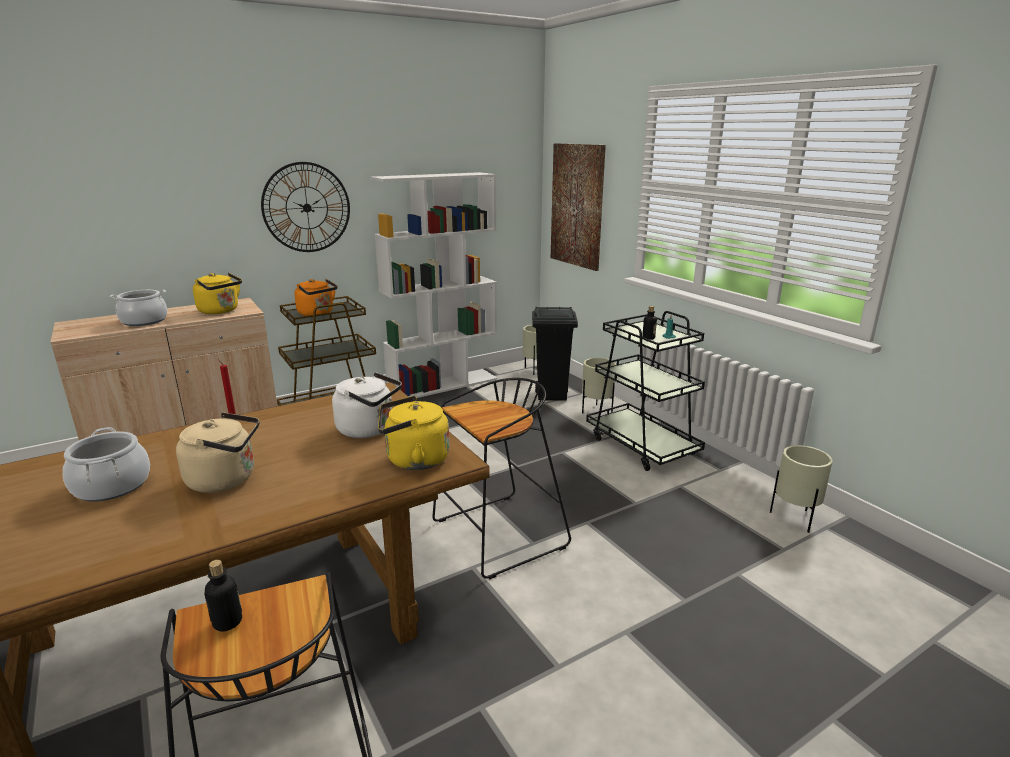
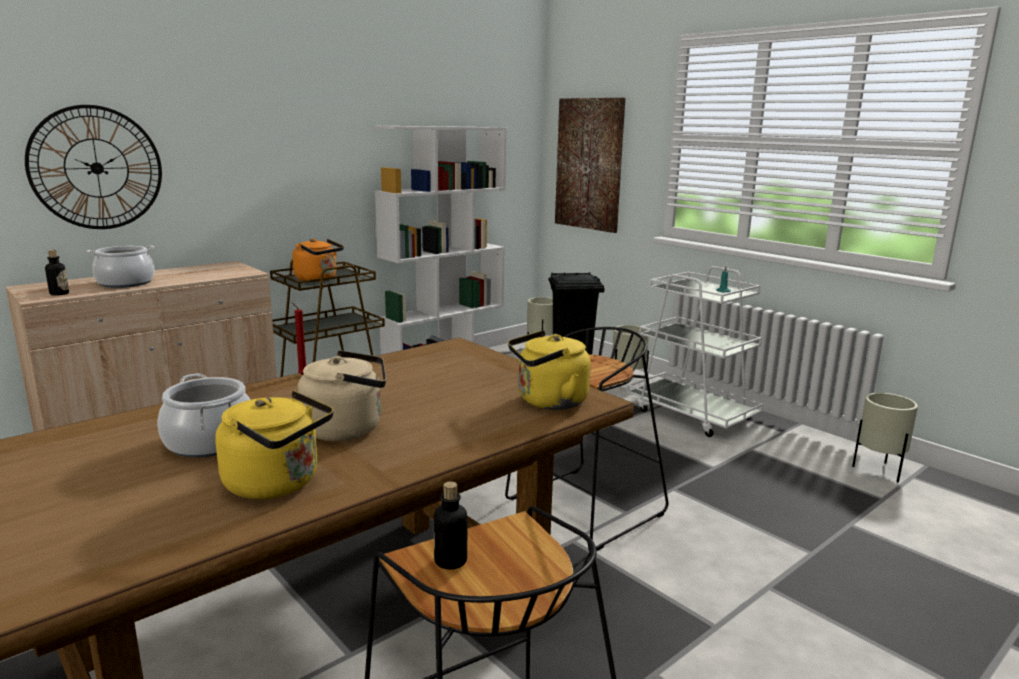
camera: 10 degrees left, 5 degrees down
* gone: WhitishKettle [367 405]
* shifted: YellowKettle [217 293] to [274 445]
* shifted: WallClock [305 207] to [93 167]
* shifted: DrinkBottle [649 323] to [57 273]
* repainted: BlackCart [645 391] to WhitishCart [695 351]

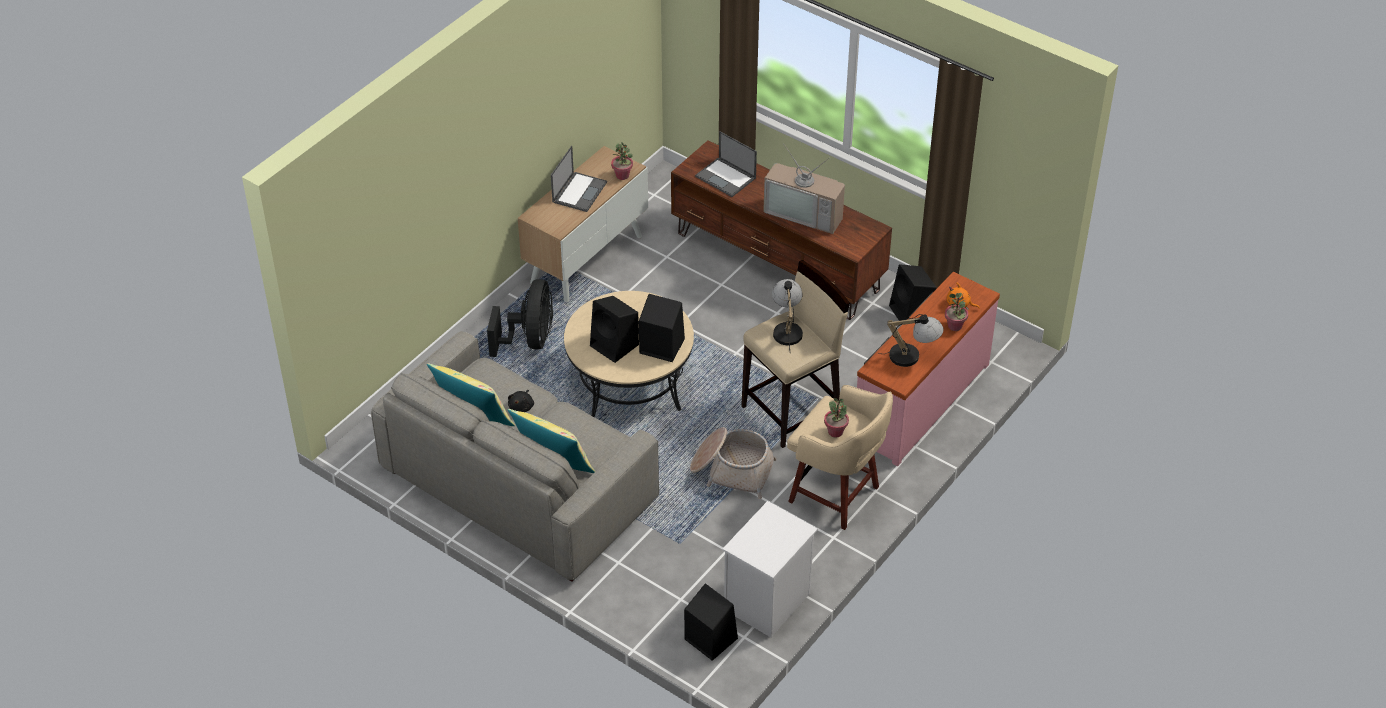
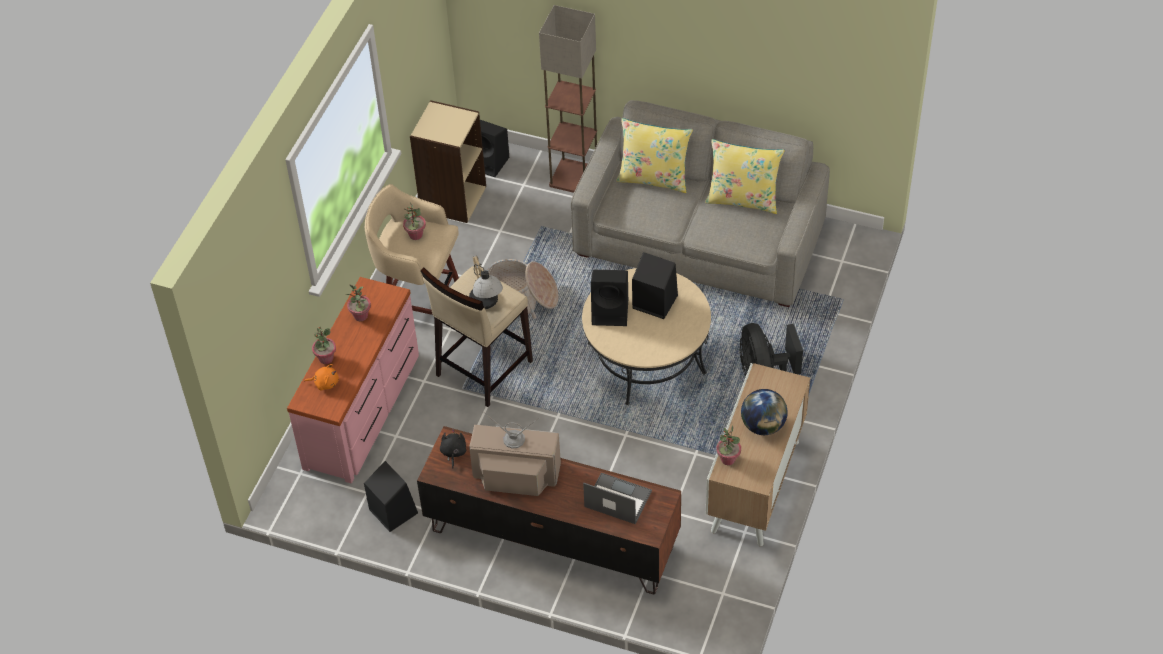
camera: 165 degrees right, 5 degrees up
* new: FloorLamp [568 99]
* shifted: BlackSoftToy [521 401] to [453 449]
* swapped: PortableComputer [579 179] to WorldGlobe [764 412]
* swapped: WhitishNightstand [770 569] to BeigeBookcase [448 161]
* swapped: LampForATable [911 340] to PottedPlant [358 302]

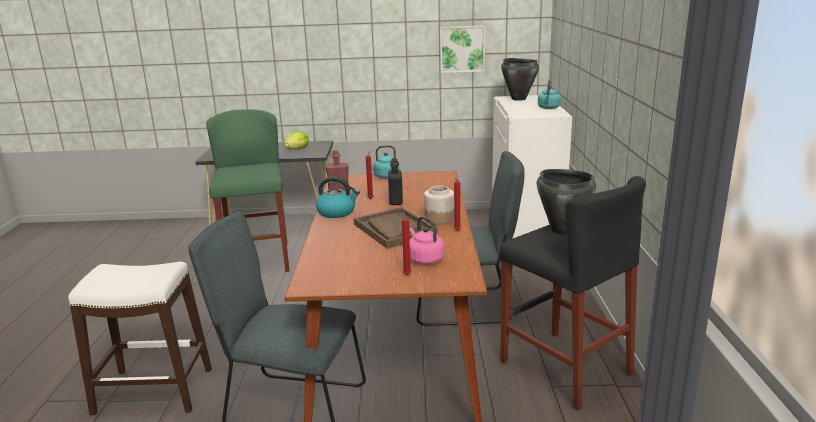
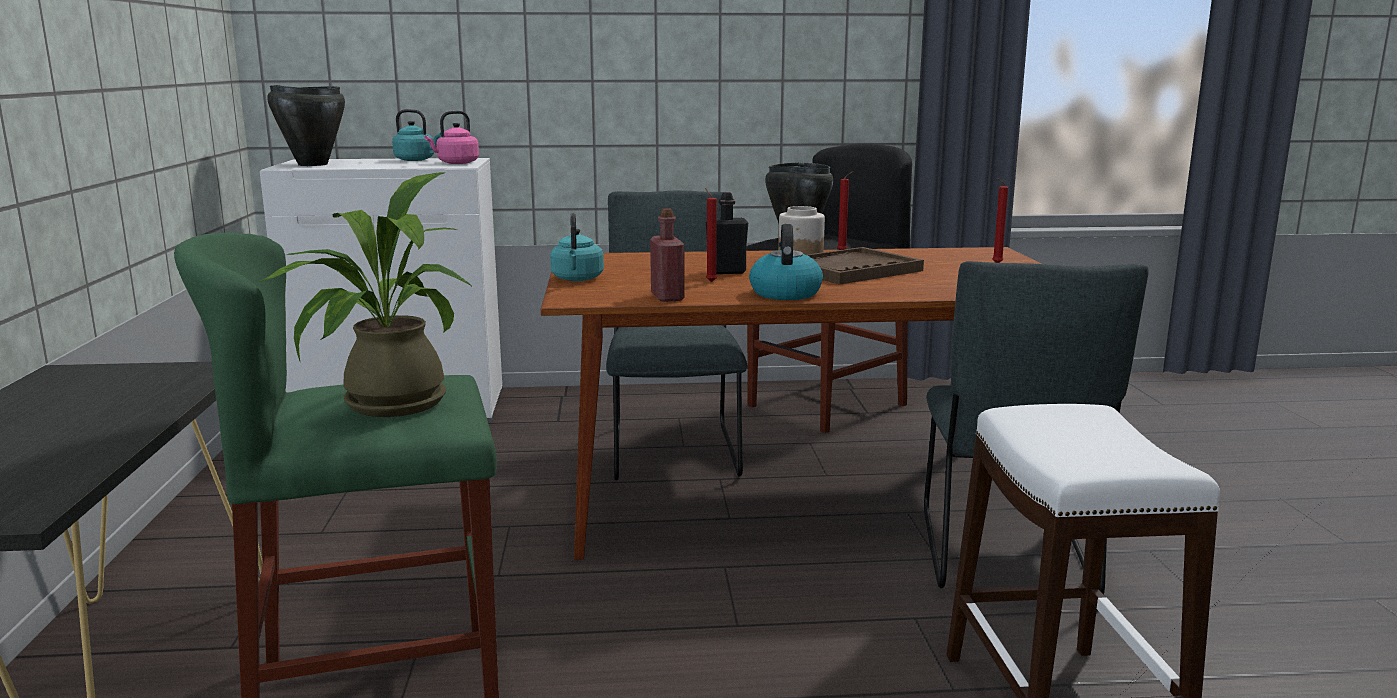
camera: 95 degrees left, 5 degrees down
* gone: HeadOfLettuce [297 140]
* gone: Picture [462 49]
* new: PottedPlant [365 294]
* shifted: PinkKettle [426 240] to [451 137]

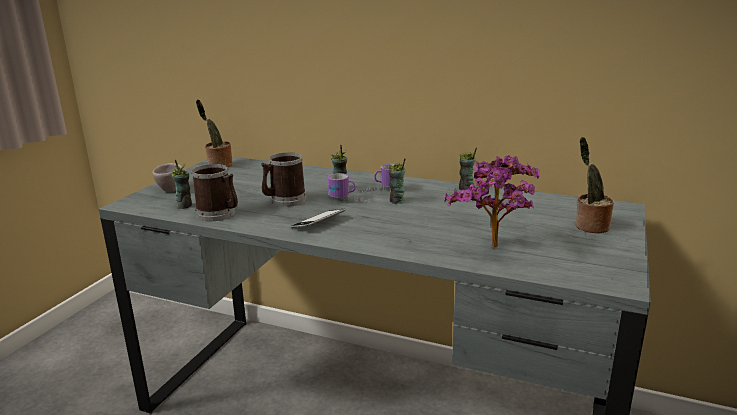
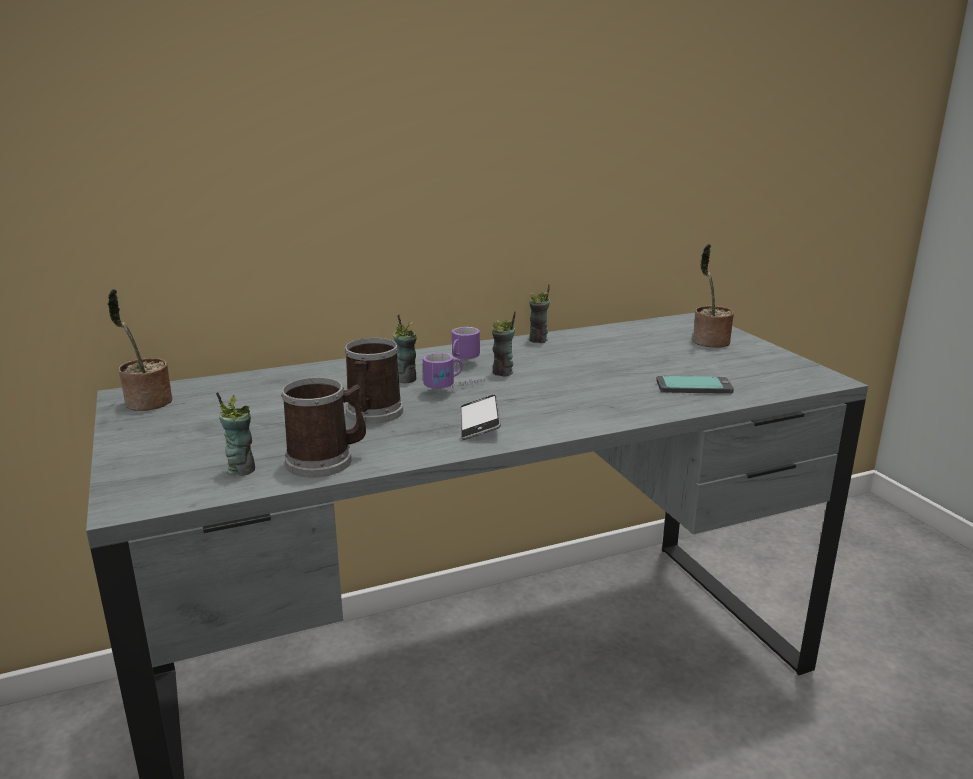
camera: 45 degrees left, 0 degrees up
* gone: BeigeSmallCup [167 177]
* swapped: PottedPlant [492 201] to Phone [695 385]

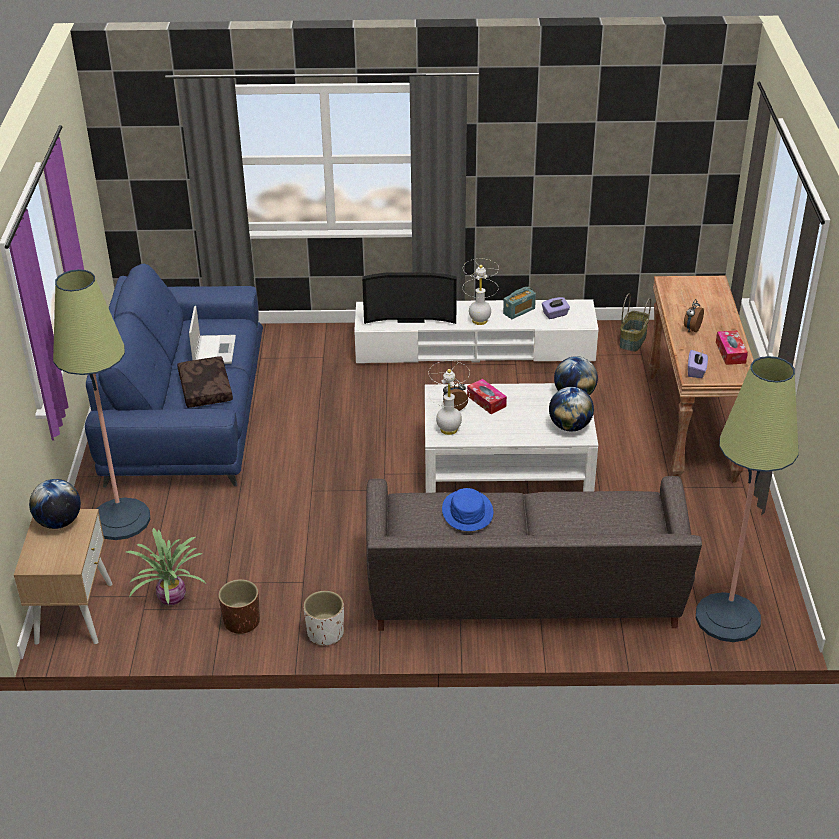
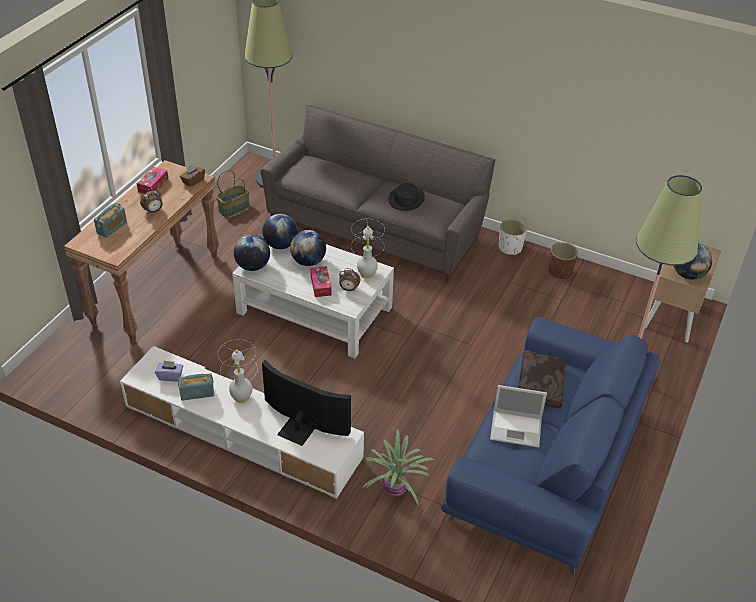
camera: 155 degrees left, 5 degrees up
* new: RadioSet [110 220]
* new: WorldGlobe [308 248]
* shifted: PottedPlant [166 566] to [398 467]
* shifted: Basket [635 322] to [233 193]
* repainted: BlueHat [467 509] to BlackHat [406 197]
* repainted: PurplishTissueHolder [698 364] to BrownishTissueHolder [192 175]
* rotated: PortableComputer [212 335] = [518 416] 105 degrees counterclockwise

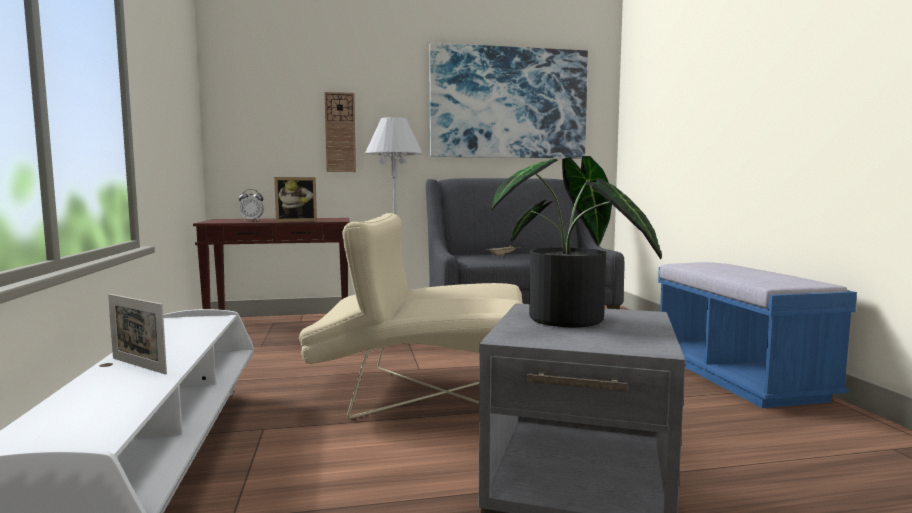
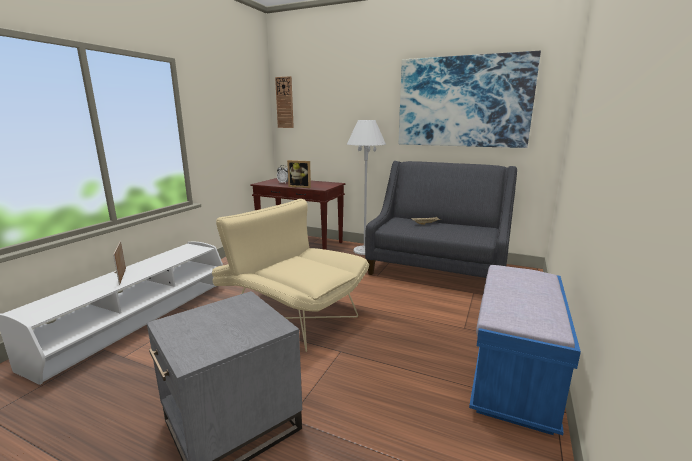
camera: 35 degrees right, 10 degrees up
* gone: PottedPlant [576 241]
* shifted: WallClock [340 132] to [284 102]

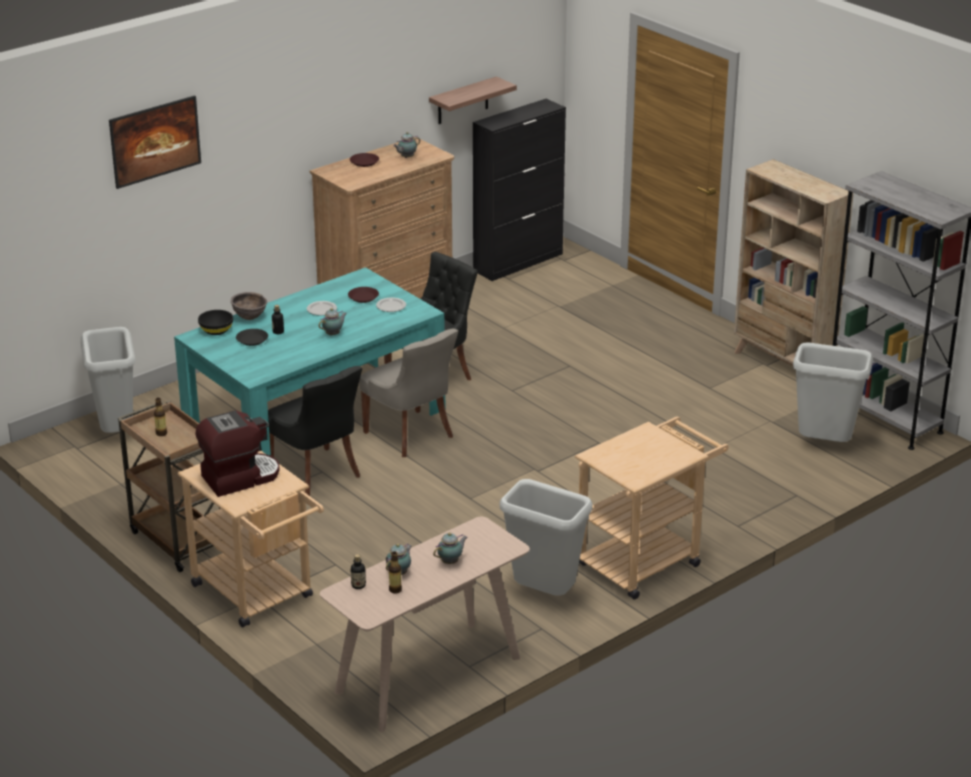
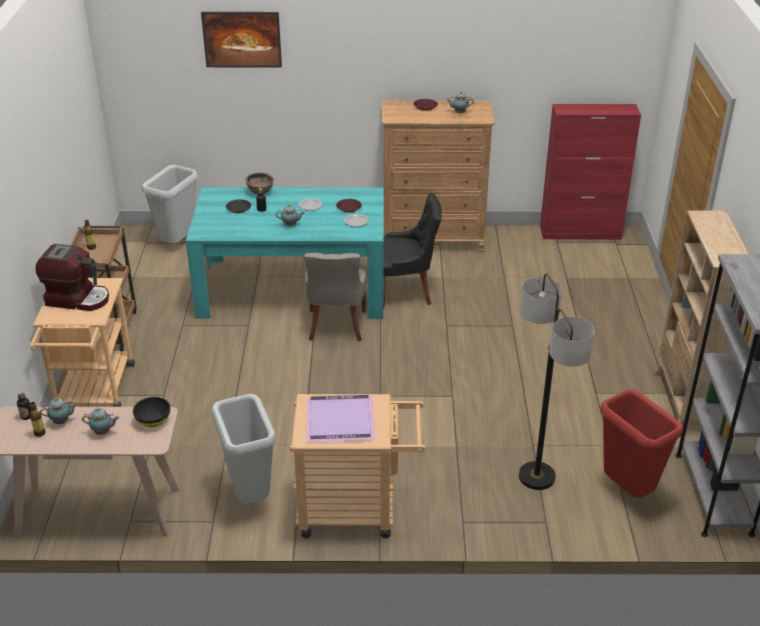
camera: 40 degrees right, 5 degrees up
* gone: BlackUprightChair [315 431]
* gone: BracketShelf [473 100]
* new: PurplishTray [340 418]
* new: FloorLamp [557 381]
* shifted: BlackBowl [215 322] to [151 412]
* repainted: BlackCupboard [519 190] to RedColouredCupboard [590 171]
* repainted: GrayTrashCan [833 392] to RedColouredTrashCan [642 443]

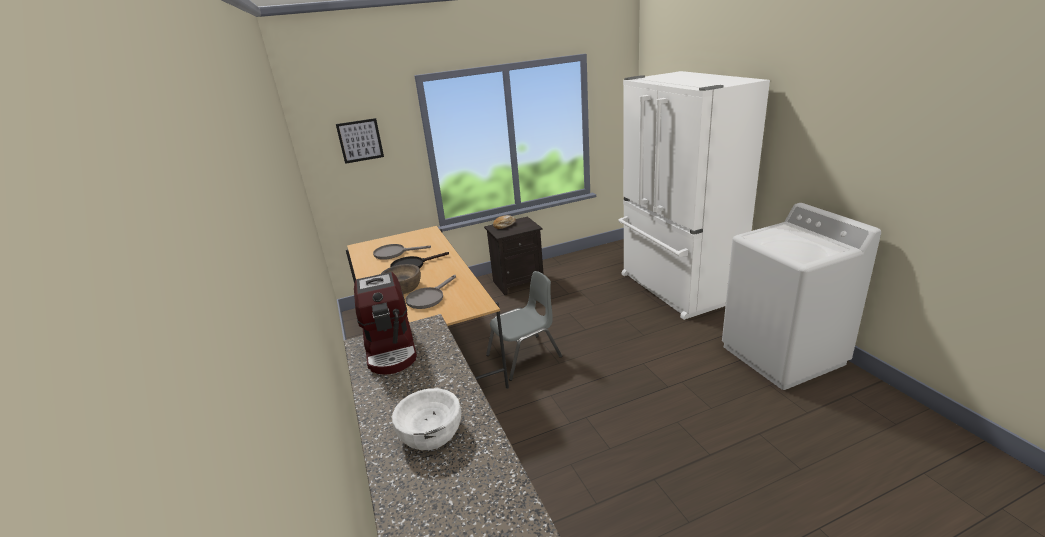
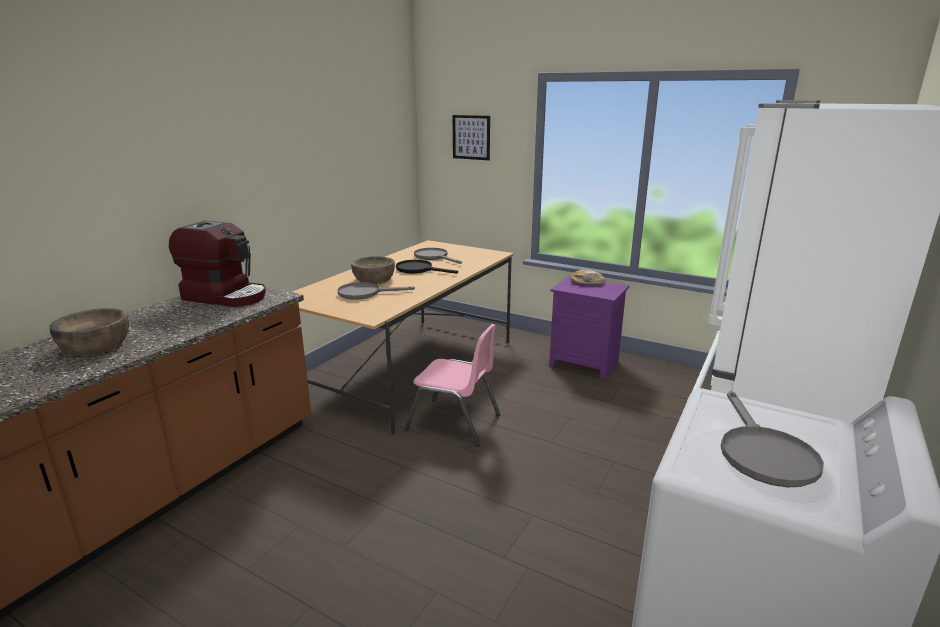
camera: 50 degrees right, 5 degrees down
* new: GraySkillet [772 439]
* repainted: WhitishBowl [426 419] to BrownishBowl [89 332]
* repainted: BlackNightstand [514 256] to PurplishNightstand [589 328]
* repainted: GrayUprightChair [524 326] to PinkUprightChair [453 385]
* rotated: CoffeeMachine [385 323] = [217 264] 105 degrees counterclockwise

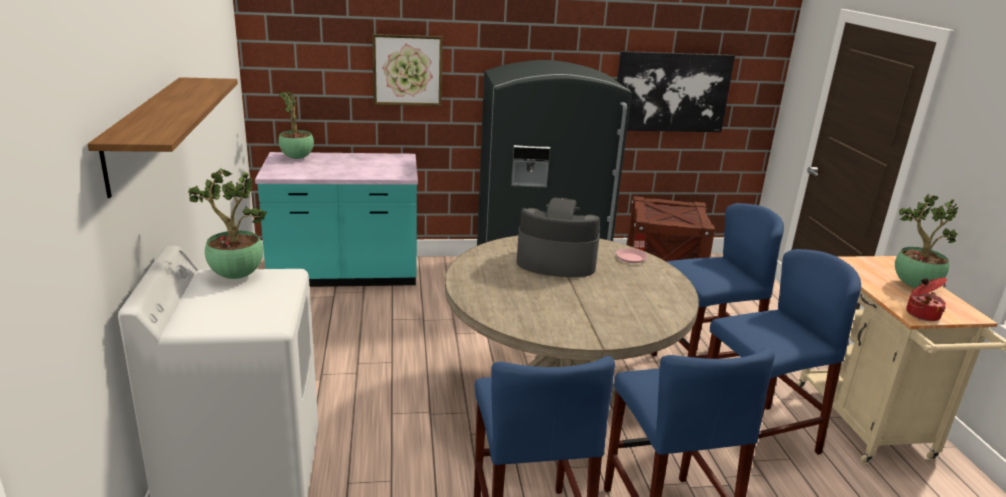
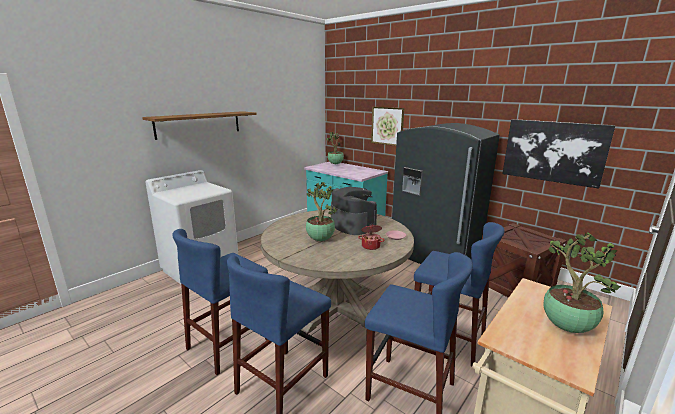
camera: 50 degrees right, 5 degrees down
* shifted: PottedPlant [227 223] to [321 211]
* shifted: Stockpot [926 299] to [371 237]

